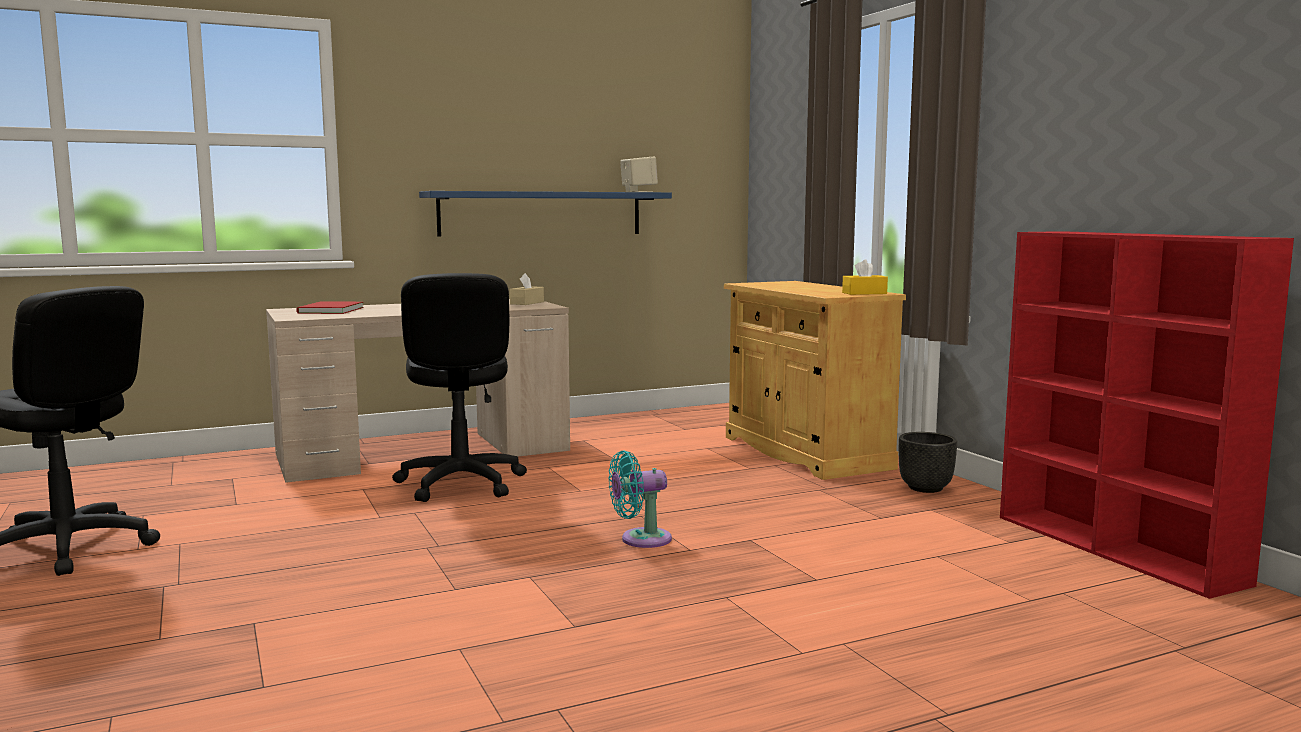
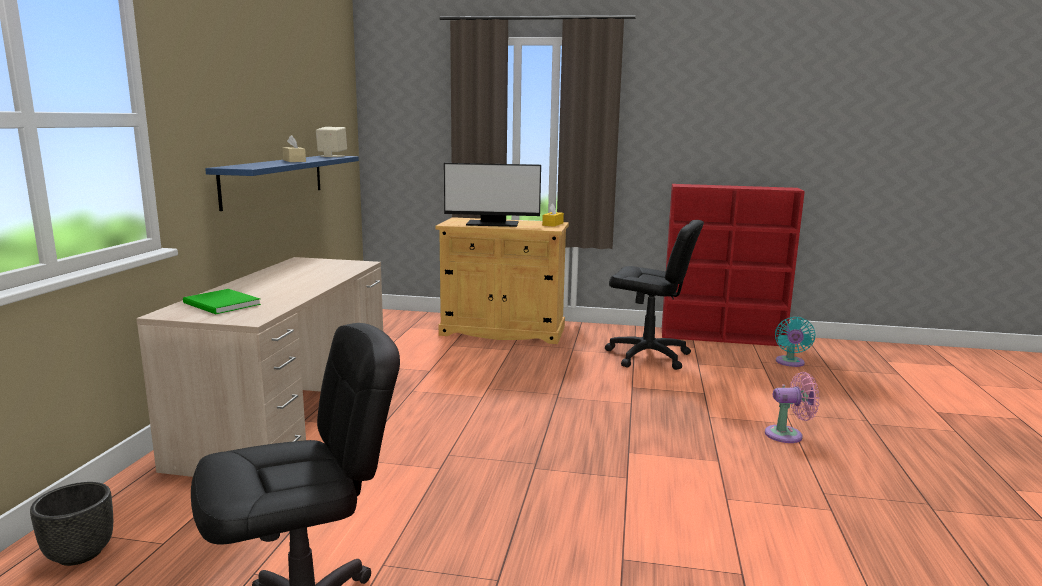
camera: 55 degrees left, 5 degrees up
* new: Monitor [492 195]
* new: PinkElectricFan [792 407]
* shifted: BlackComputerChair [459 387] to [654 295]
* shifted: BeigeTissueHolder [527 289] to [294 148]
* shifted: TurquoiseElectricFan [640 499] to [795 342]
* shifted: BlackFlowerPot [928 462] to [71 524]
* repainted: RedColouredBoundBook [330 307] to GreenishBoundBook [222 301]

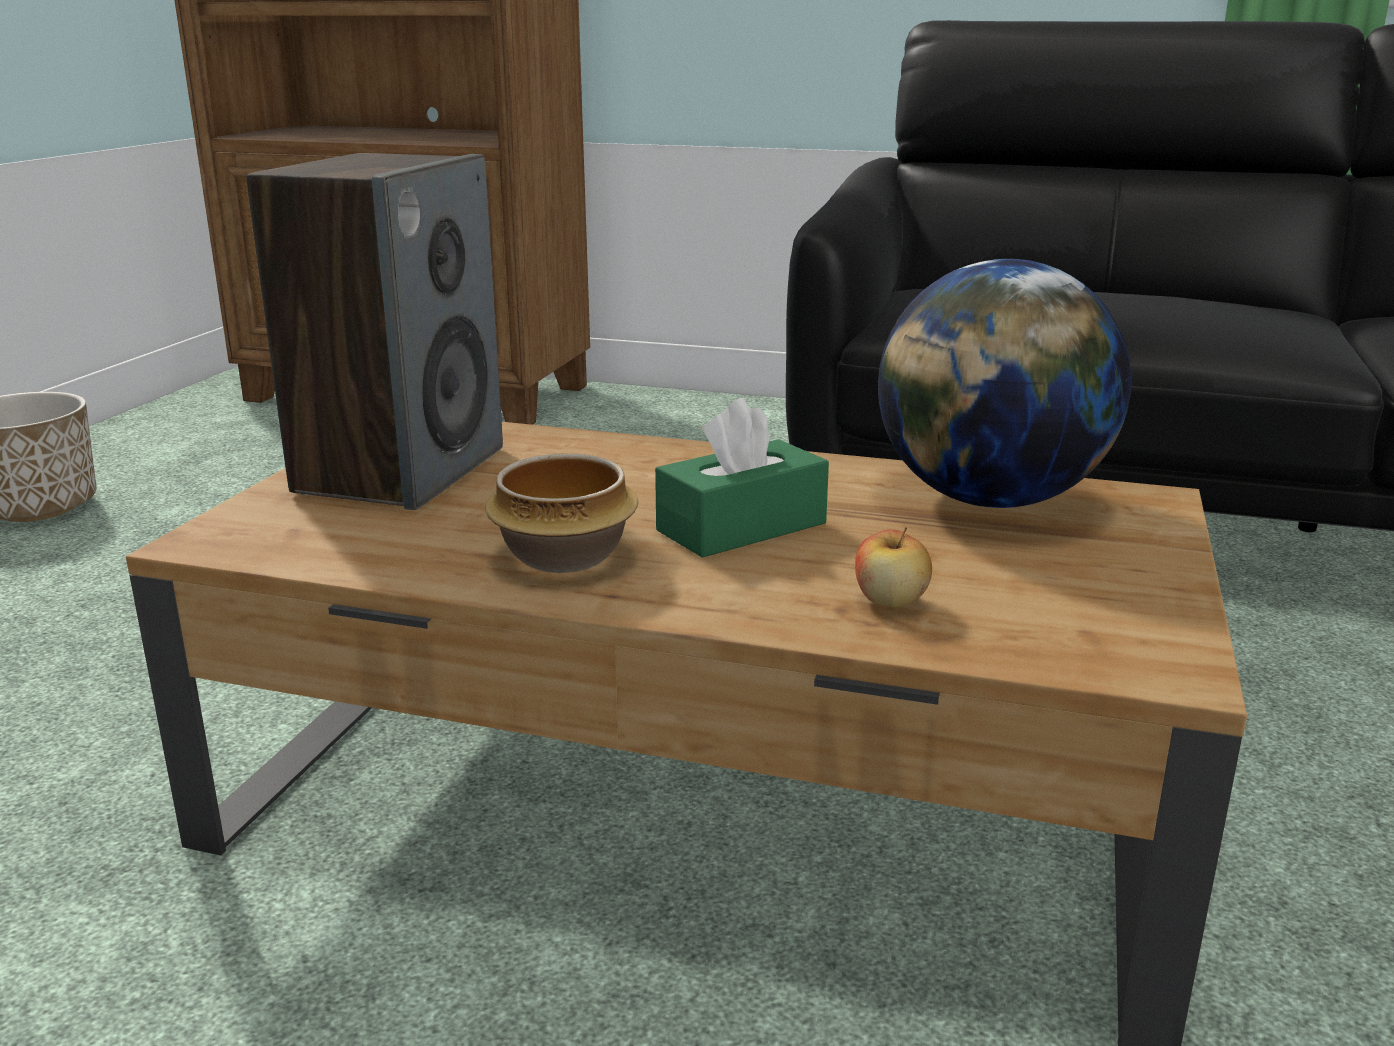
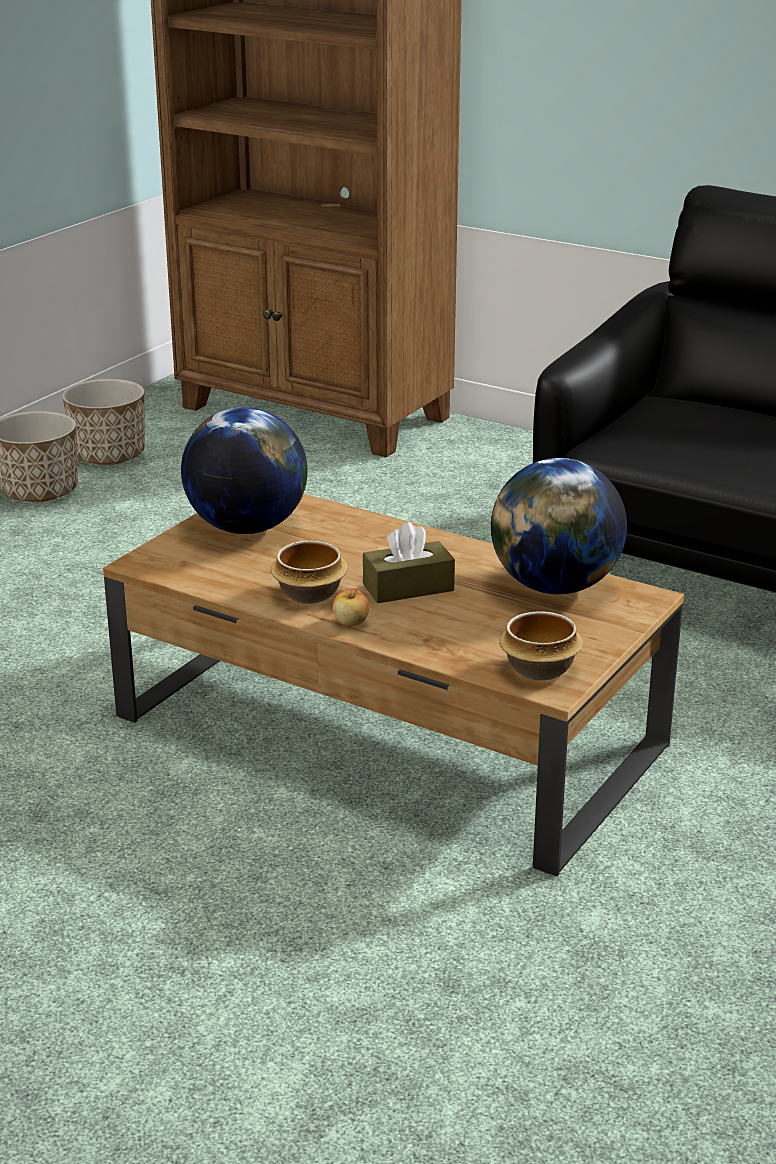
camera: 15 degrees right, 5 degrees up
* new: FlowerPot [103 422]
* new: Bowl [541 645]
* shifted: AppleFruit [893 568] to [350 607]
* swapped: Speaker [375 331] to WorldGlobe [244 470]
* repainted: GreenishTissueHolder [742 478] to BrownishTissueHolder [409 562]

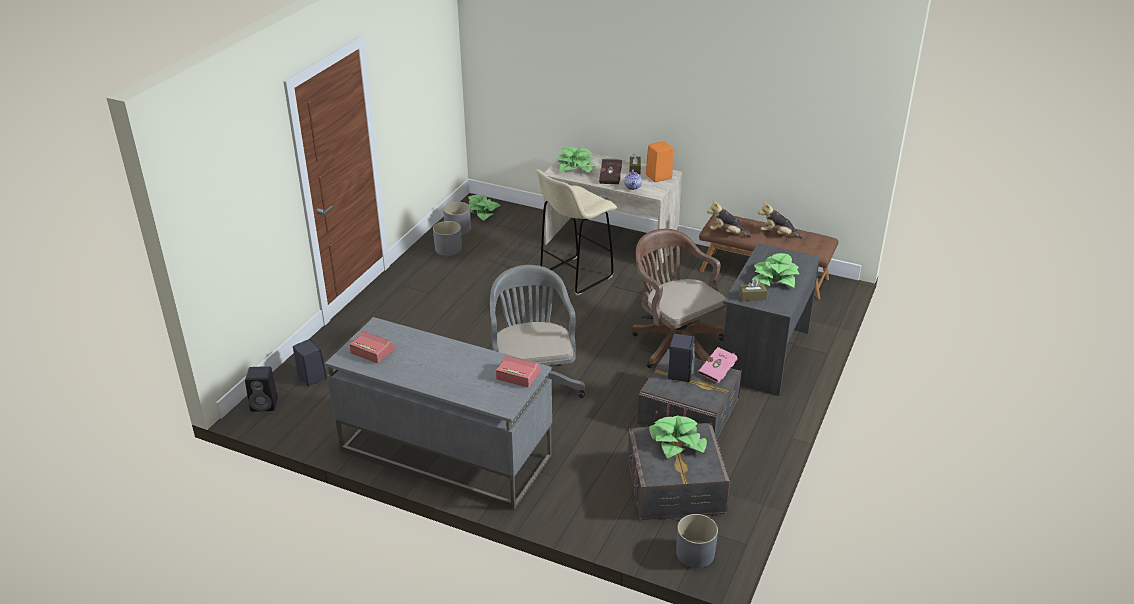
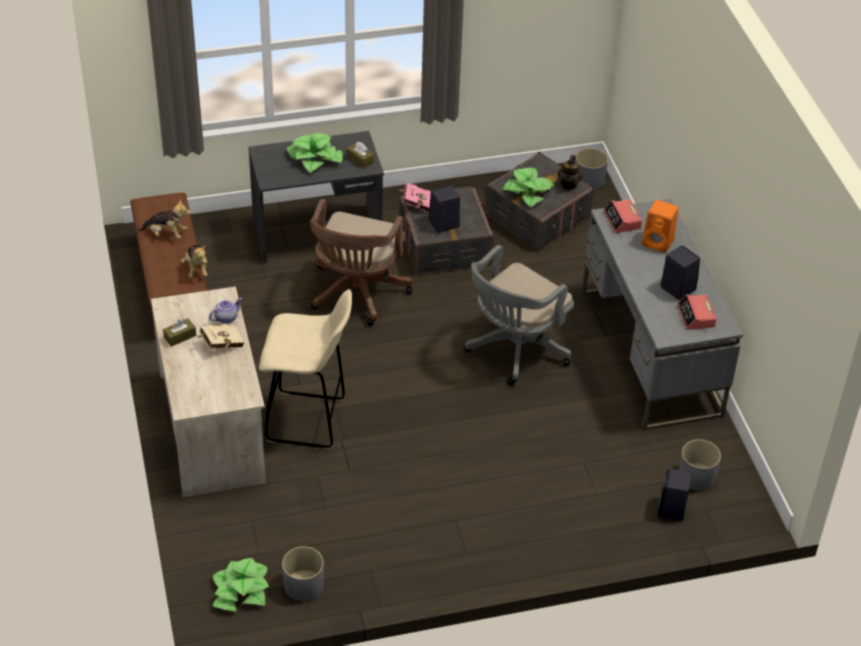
camera: 130 degrees left, 10 degrees up
* gone: PottedPlant [576 160]
* new: TeaPot [569 172]
* shifted: BlackSpeaker [261 389] to [680 272]
* shifted: GrayFlowerPot [447 238] to [700 465]
* shifted: OrangeySpeaker [659 161] to [660 226]
* repainted: RedColouredBoundBook [610 171] to BeigeBoundBook [221 336]
* rotated: SoftToy [780 219] = [164 218] 60 degrees counterclockwise

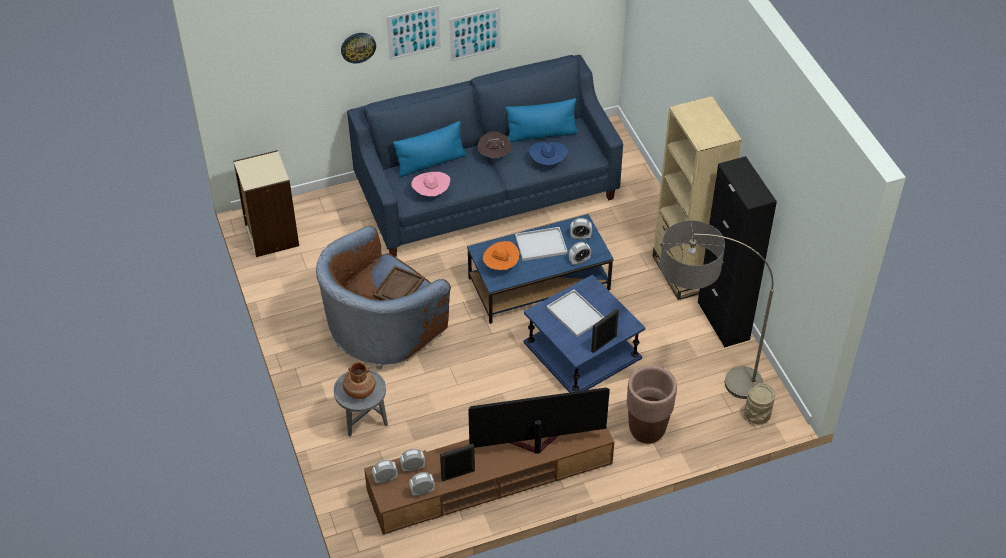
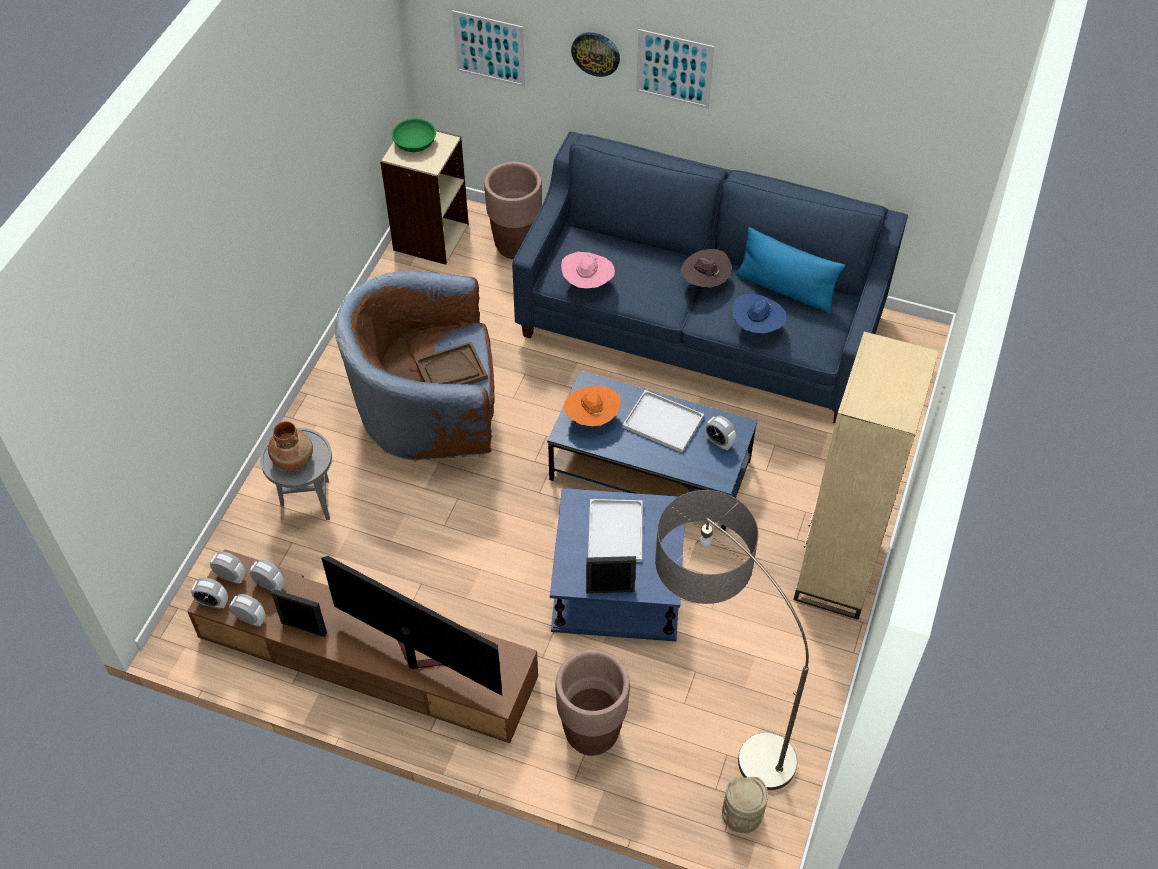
camera: 40 degrees right, 5 degrees up
* gone: BluePillow [430 149]
* gone: BlackCupboard [737 252]
* new: GreenishBowl [414 135]
* new: BrownishFlowerPot [513 210]
* shifted: Picture [474 34] to [488 48]
* shifted: TableClock [580 253] to [209 593]

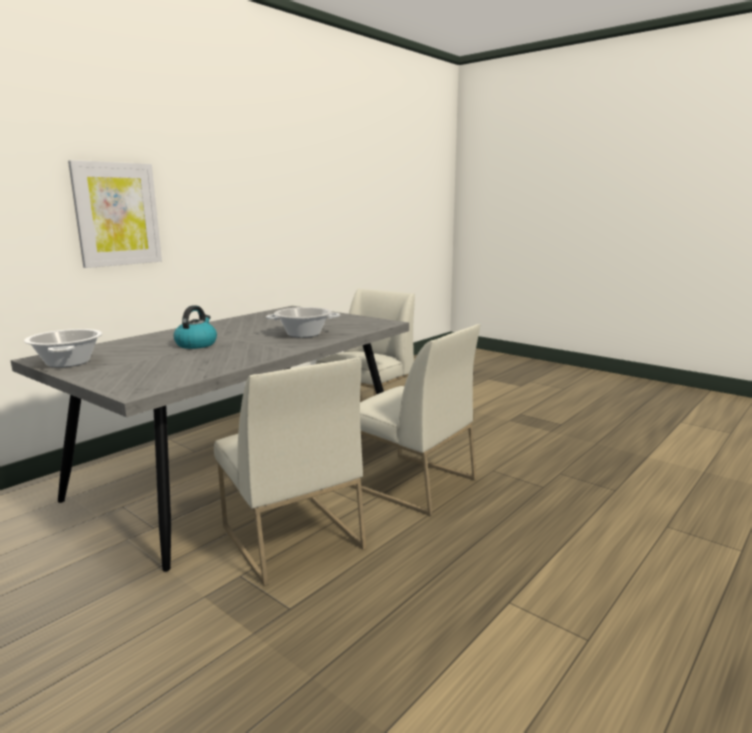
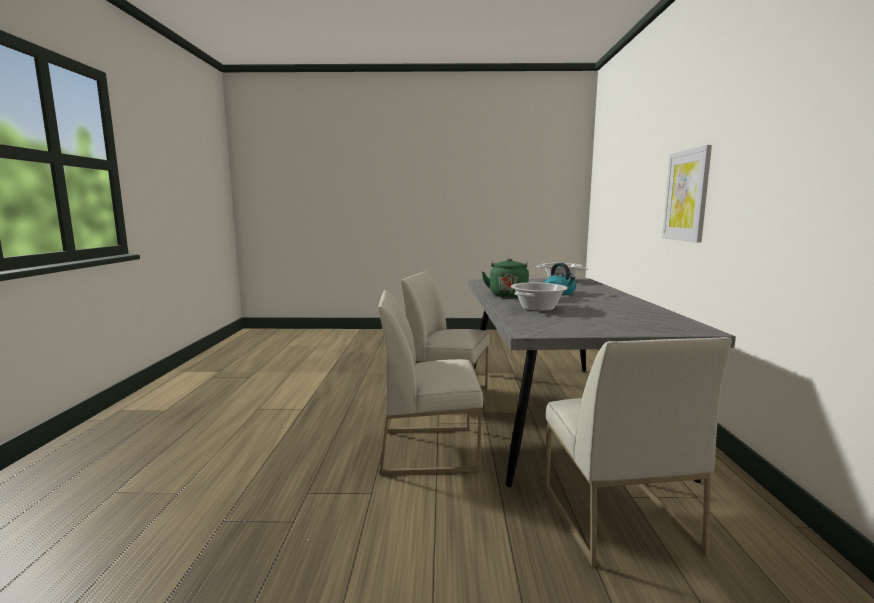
camera: 140 degrees right, 5 degrees down
* new: GreenishKettle [505 278]

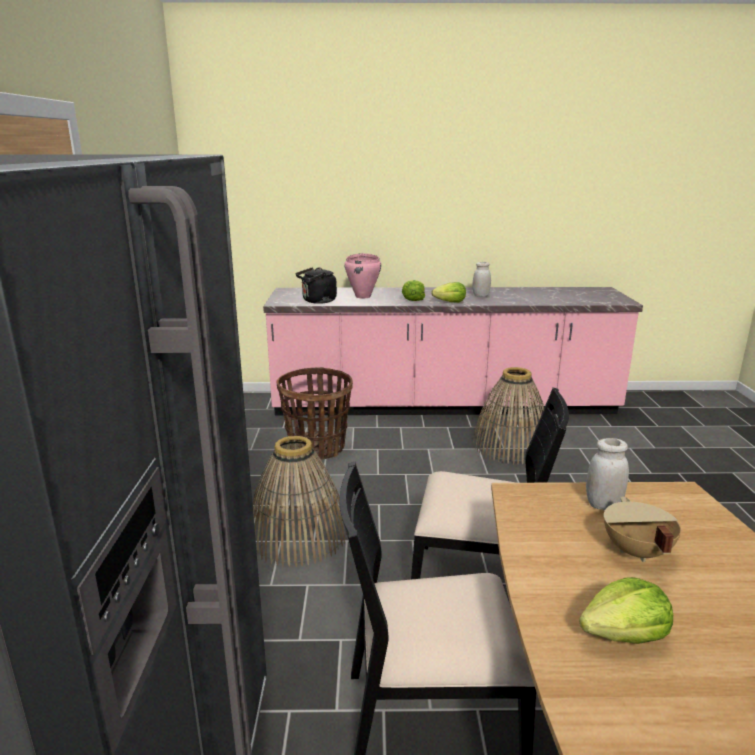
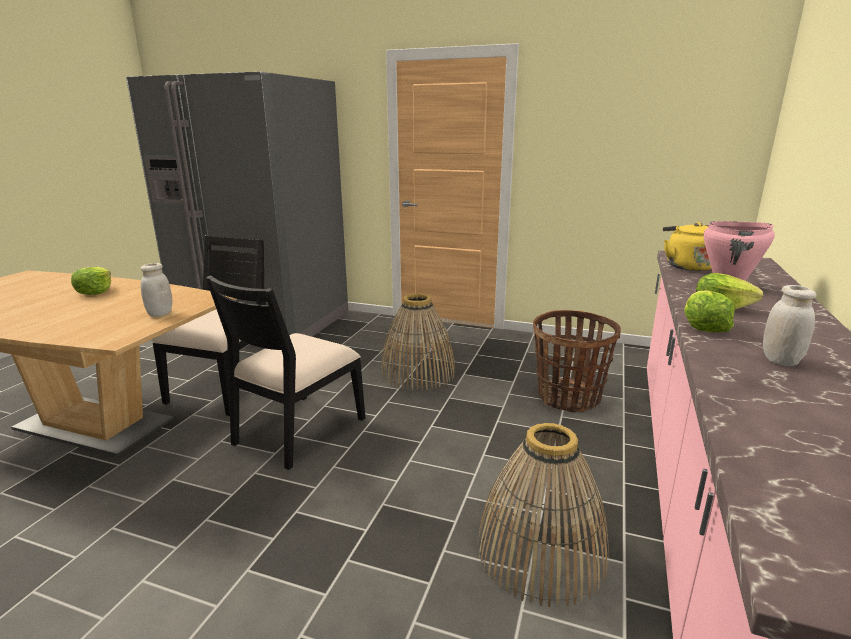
camera: 110 degrees right, 0 degrees up
* gone: BeigeStockpot [642 529]
* repainted: BlackKettle [316 285] to YellowKettle [687 246]

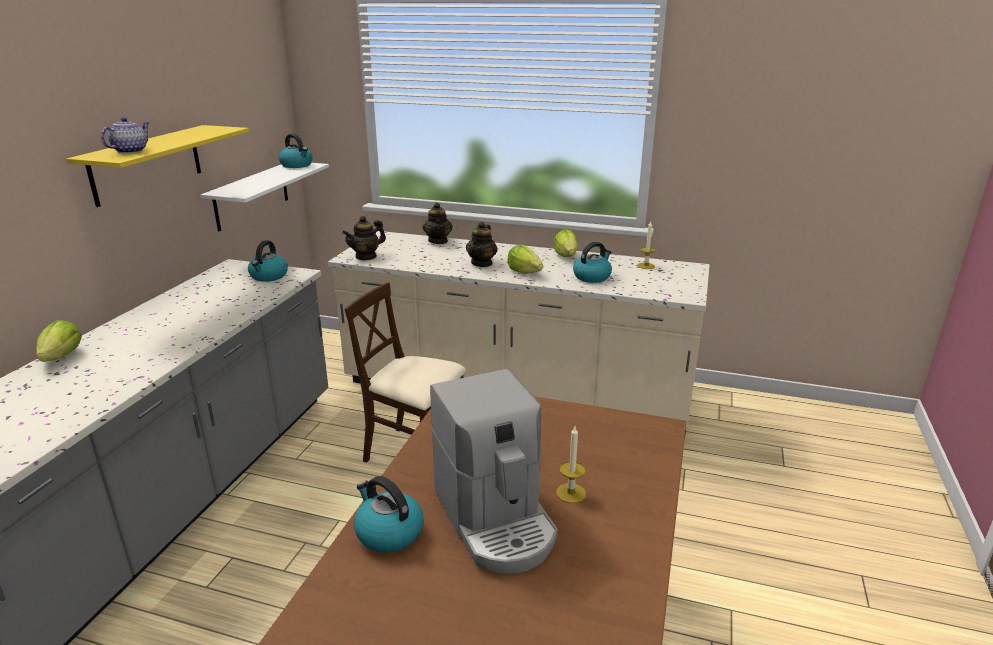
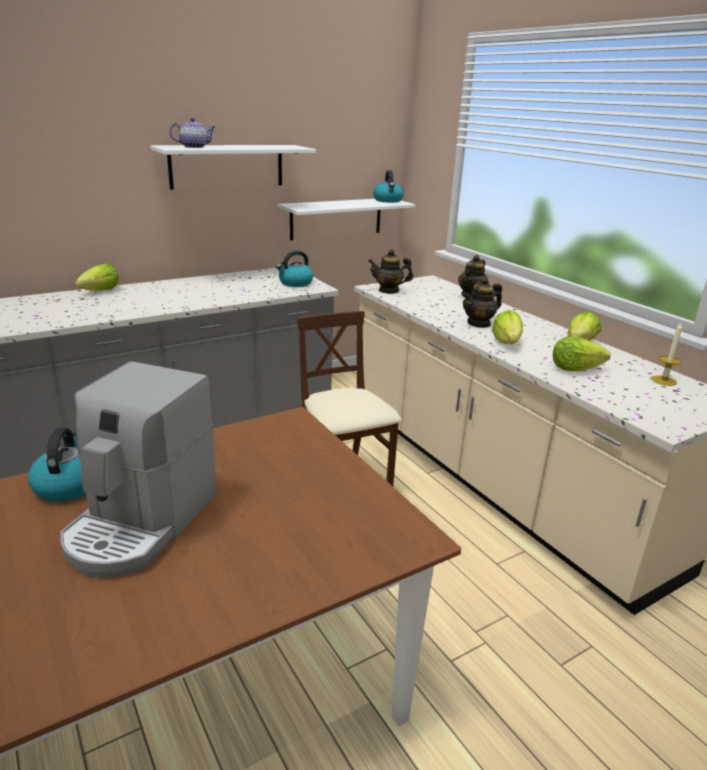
camera: 40 degrees right, 0 degrees up
* gone: WaxLight [571 465]
* swapped: Kettle [592 262] to HeadOfLettuce [582 353]
* repainted: YellowBracketShelf [157 166] to WhitishBracketShelf [233 167]

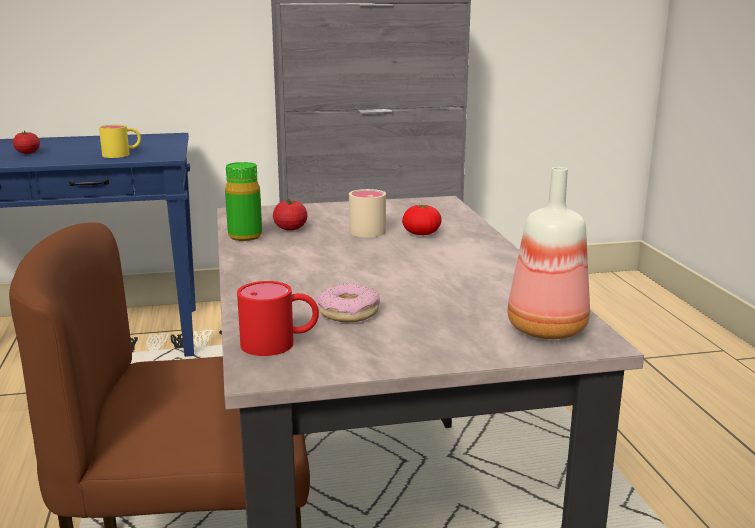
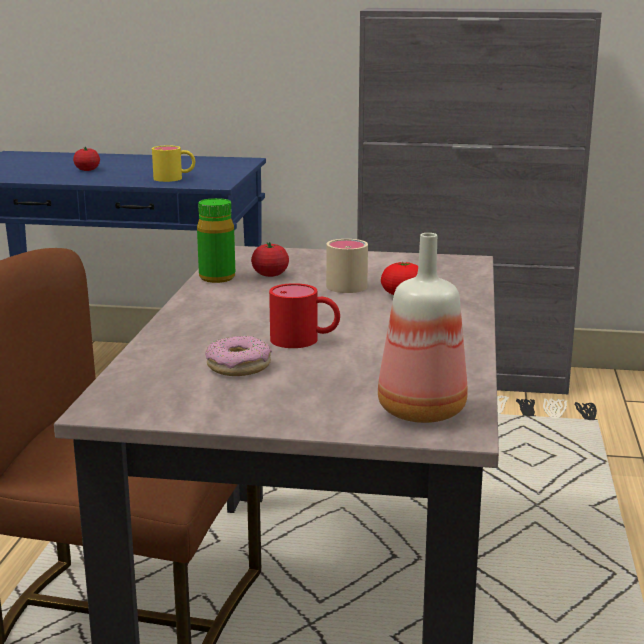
camera: 20 degrees right, 0 degrees up
* shifted: RedColouredCoffeeMug [278 318] to [304 315]

